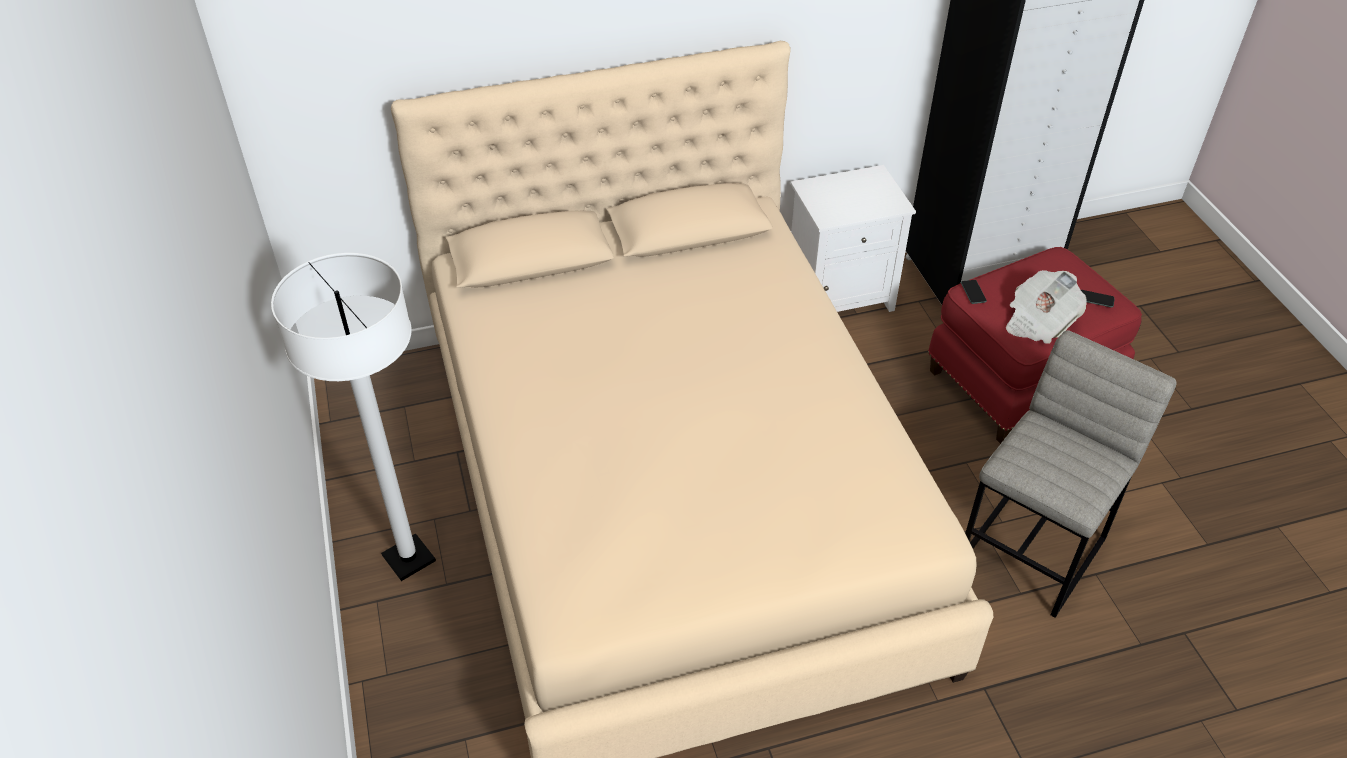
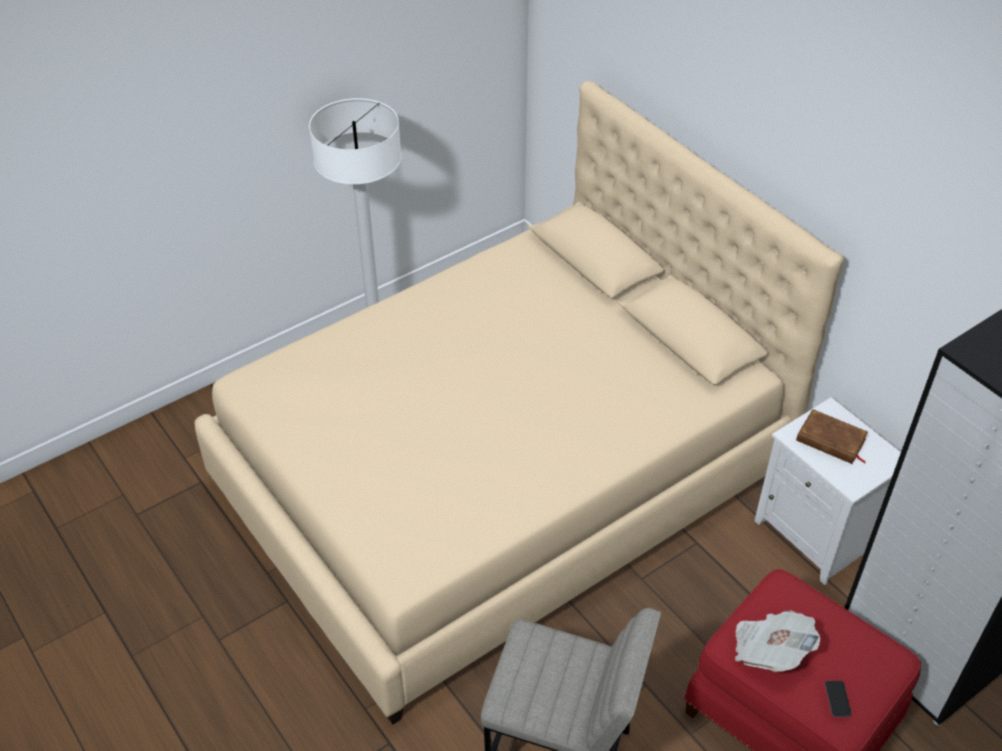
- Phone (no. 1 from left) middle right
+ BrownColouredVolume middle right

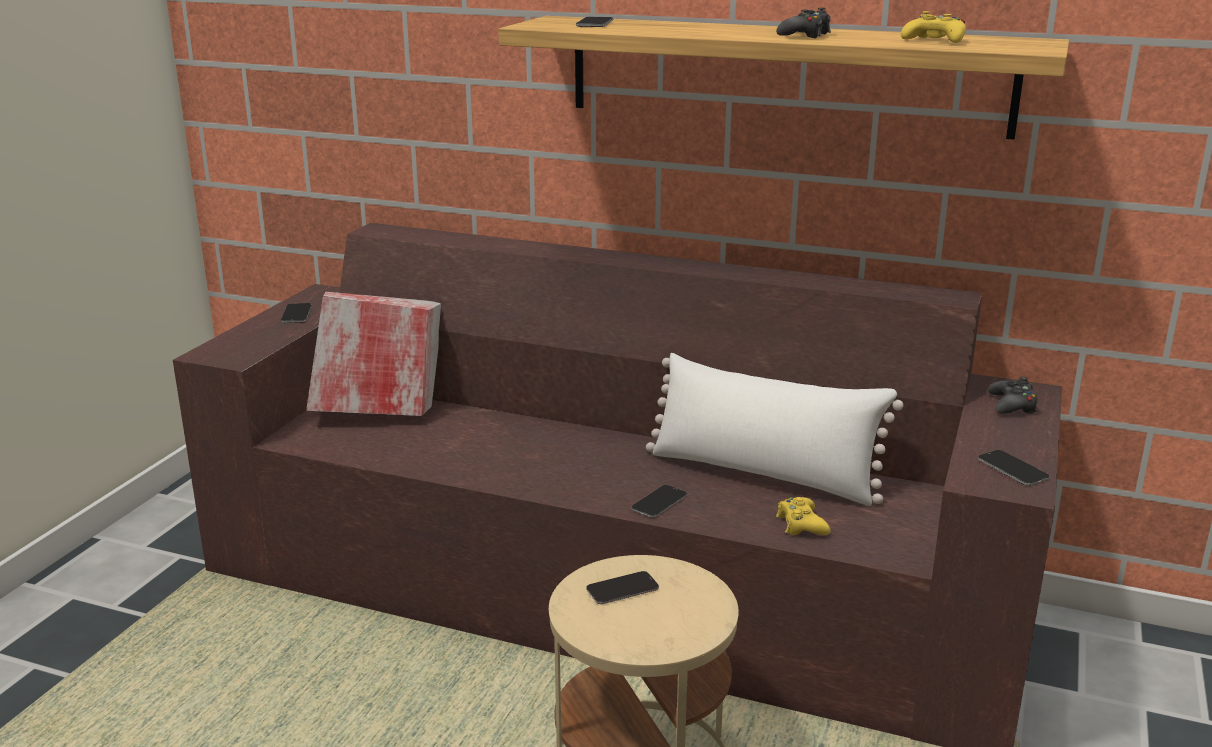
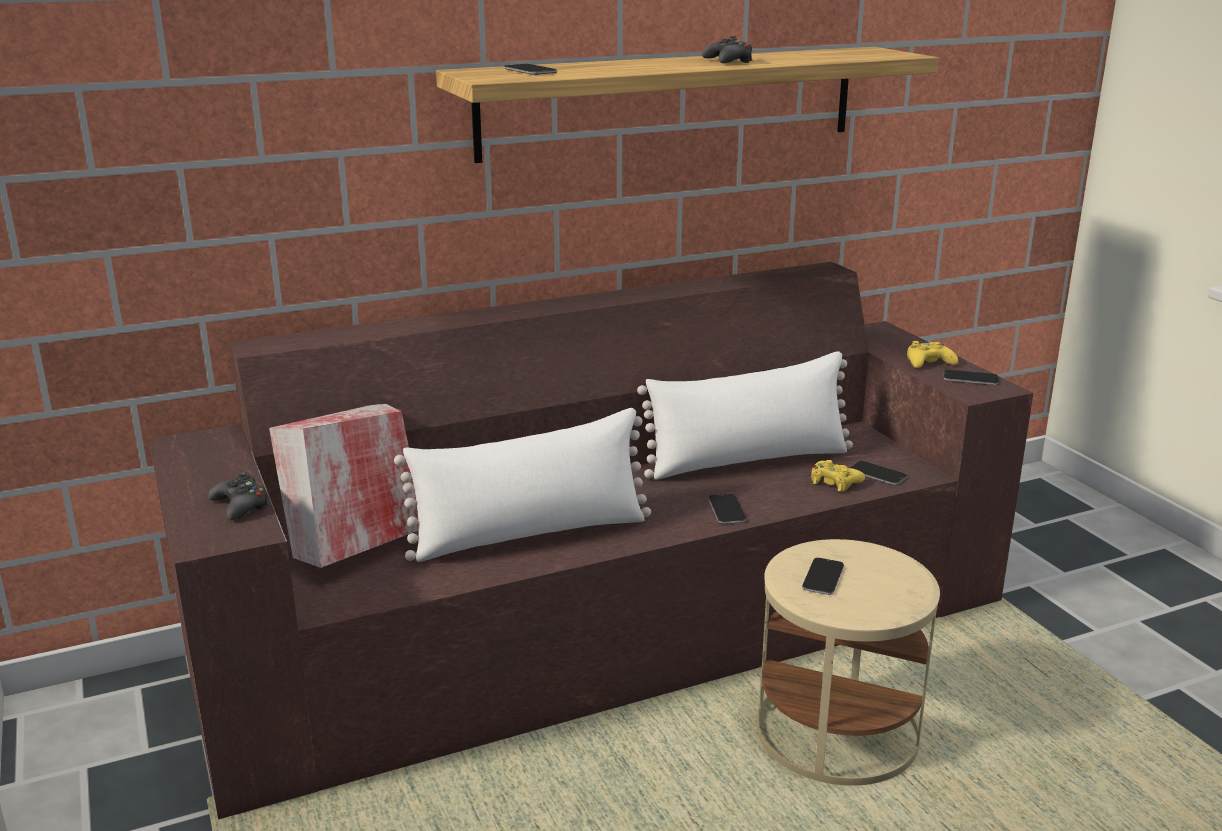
~ YellowColouredGamepad (no. 2 from left) top right to middle right
~ Phone (no. 1 from left in the first image) middle left to Phone (no. 4 from left) middle right
~ BlackGamepad (no. 2 from left in the first image) middle right to BlackGamepad (no. 1 from left) middle left
+ WhiteThrowPillow (no. 1 from left) centre

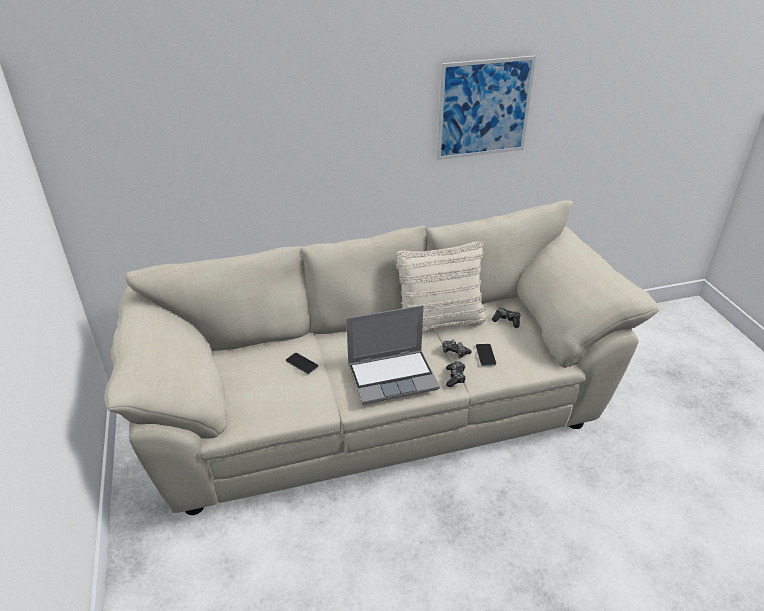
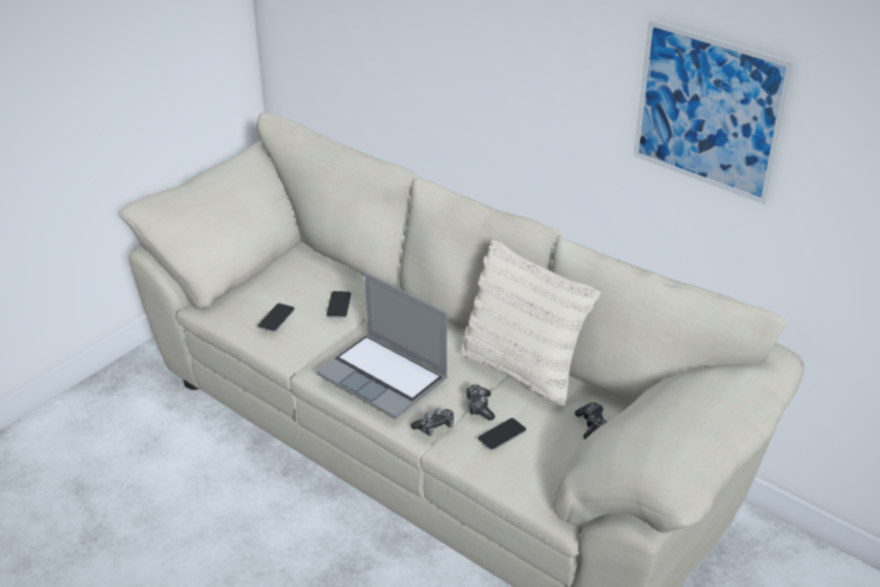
+ Phone (no. 1 from left) middle left

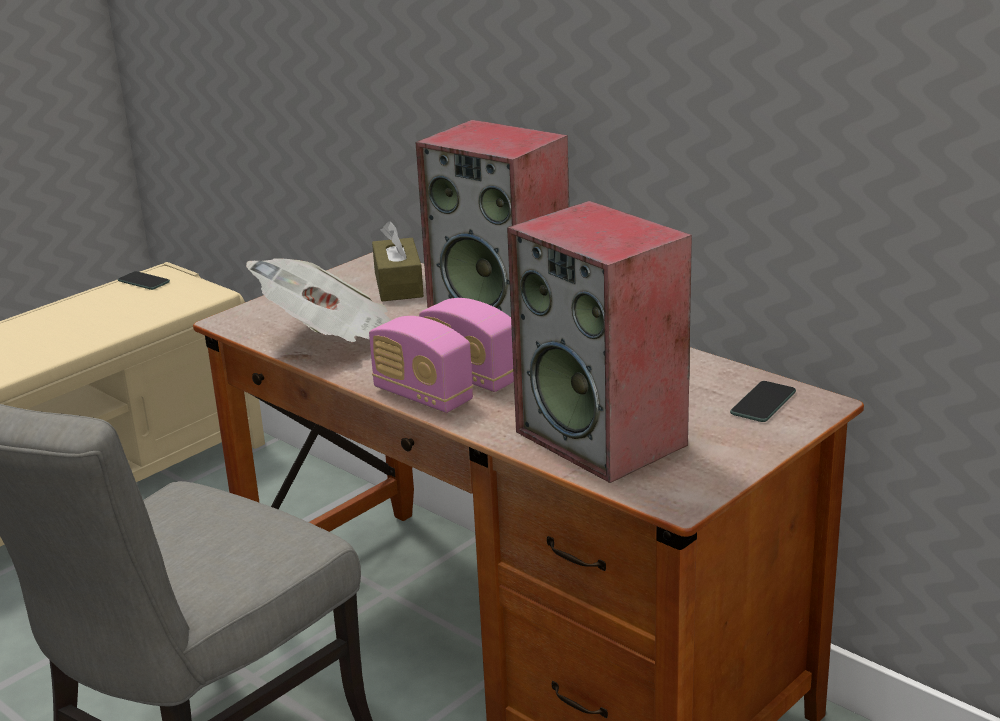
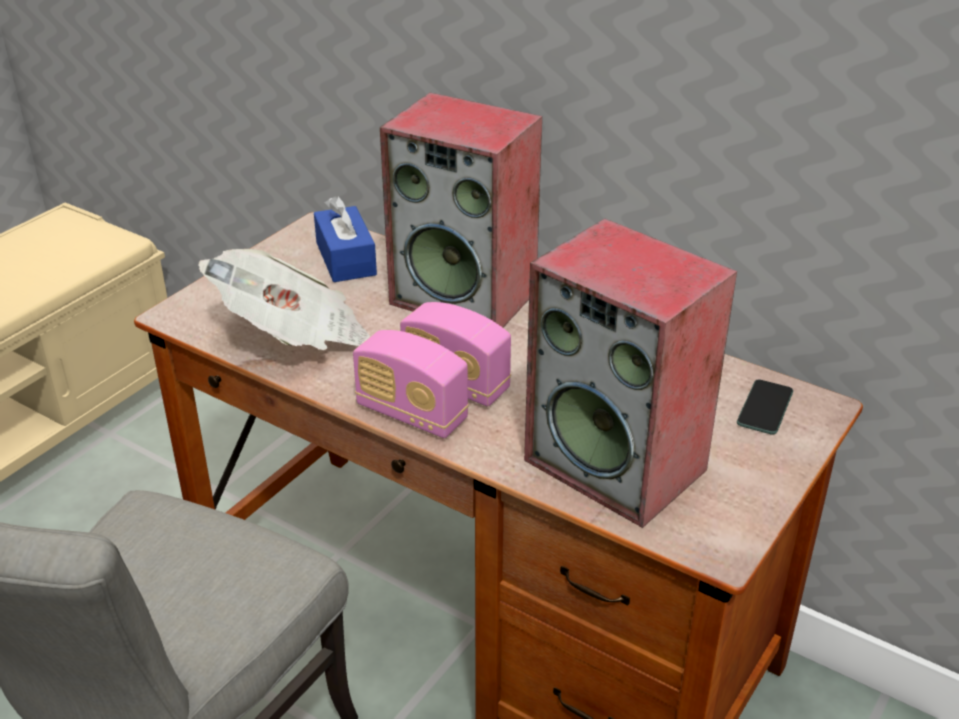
~ BrownColouredTissueHolder centre to BlueTissueHolder top centre
- Phone (no. 1 from left) middle left

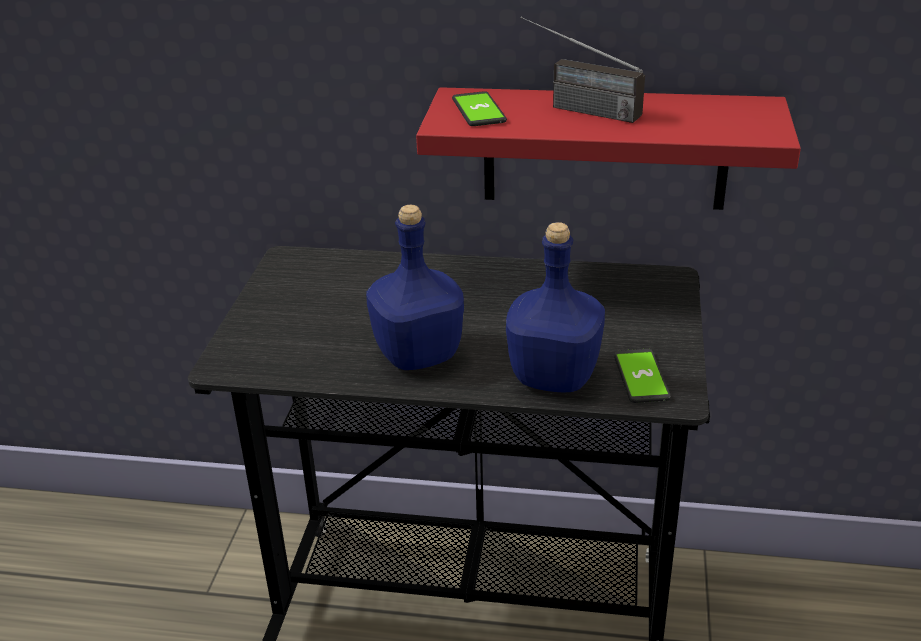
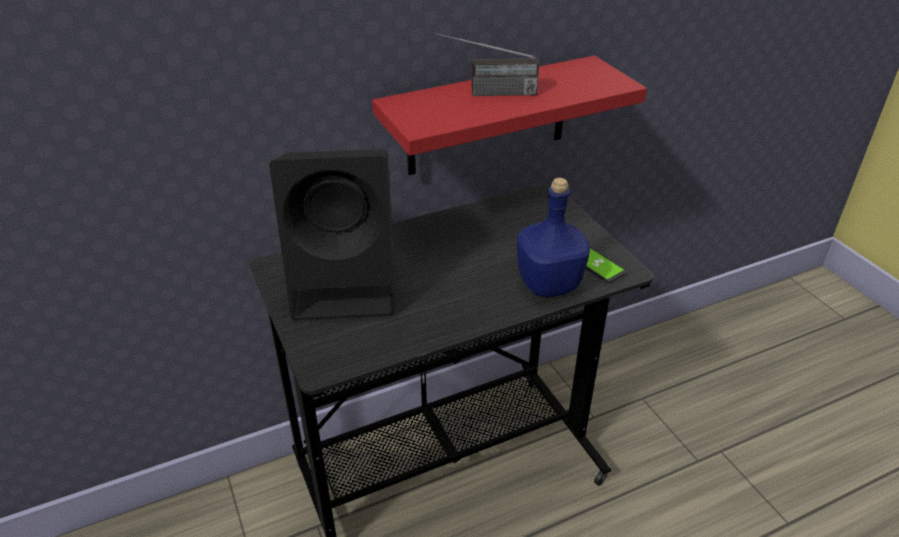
- Phone (no. 1 from left) top centre
- BlueBottle (no. 1 from left) centre
+ BlackSpeaker centre

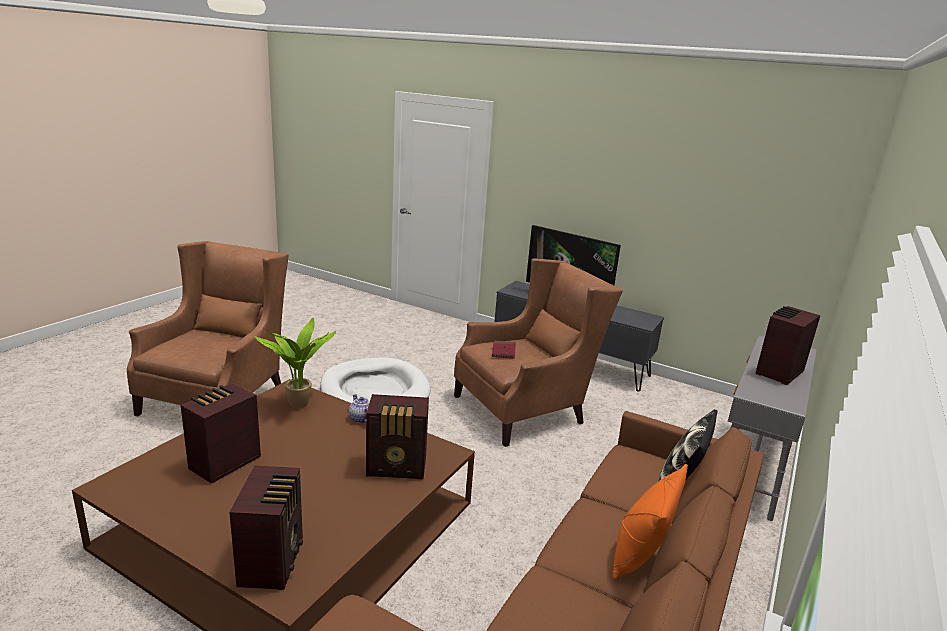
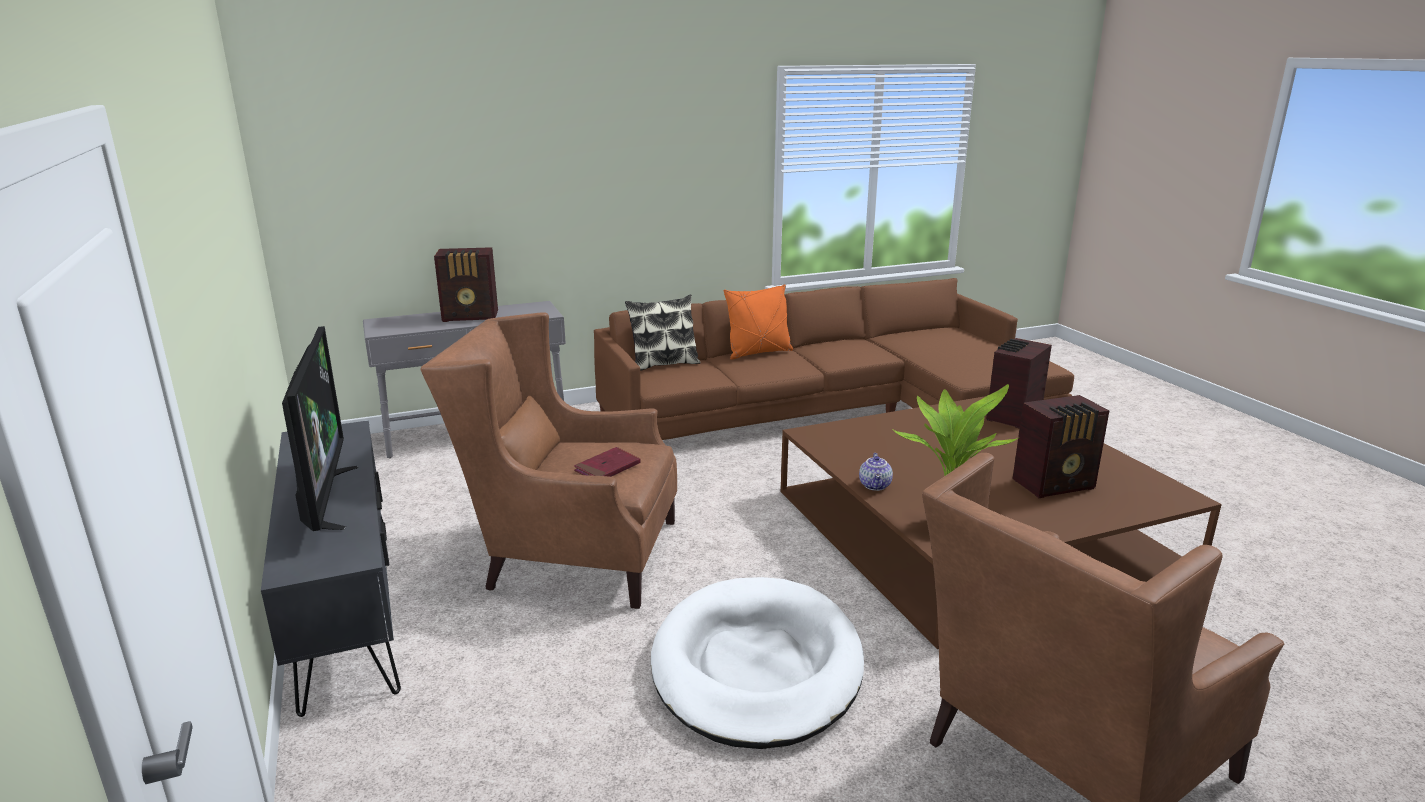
- RadioReceiver (no. 3 from left) bottom centre

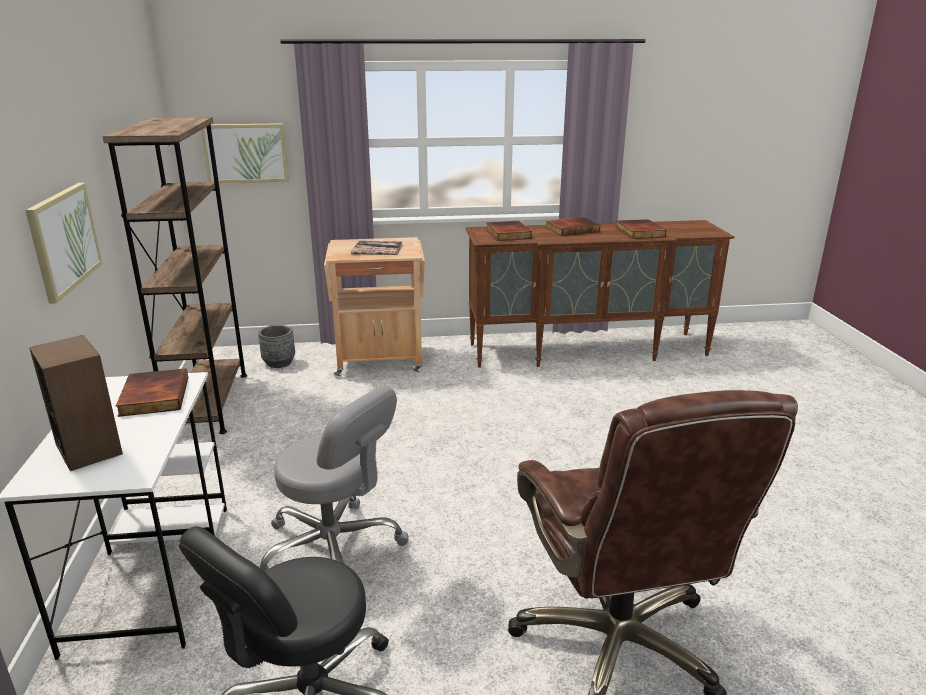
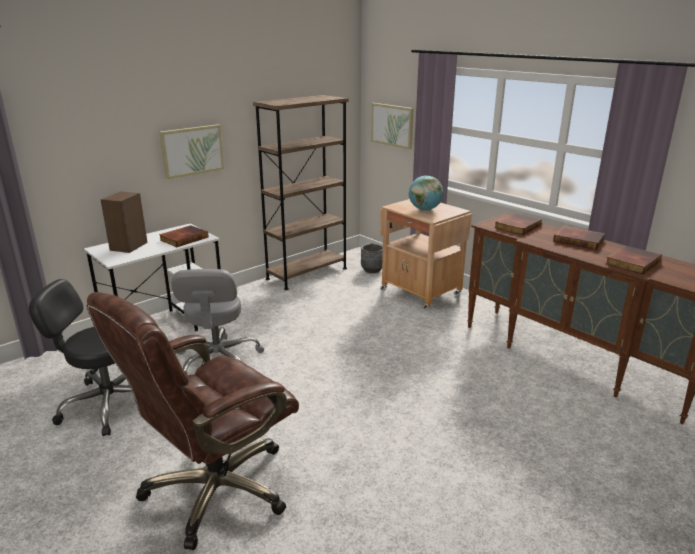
~ Volume (no. 2 from left) centre to WorldGlobe centre

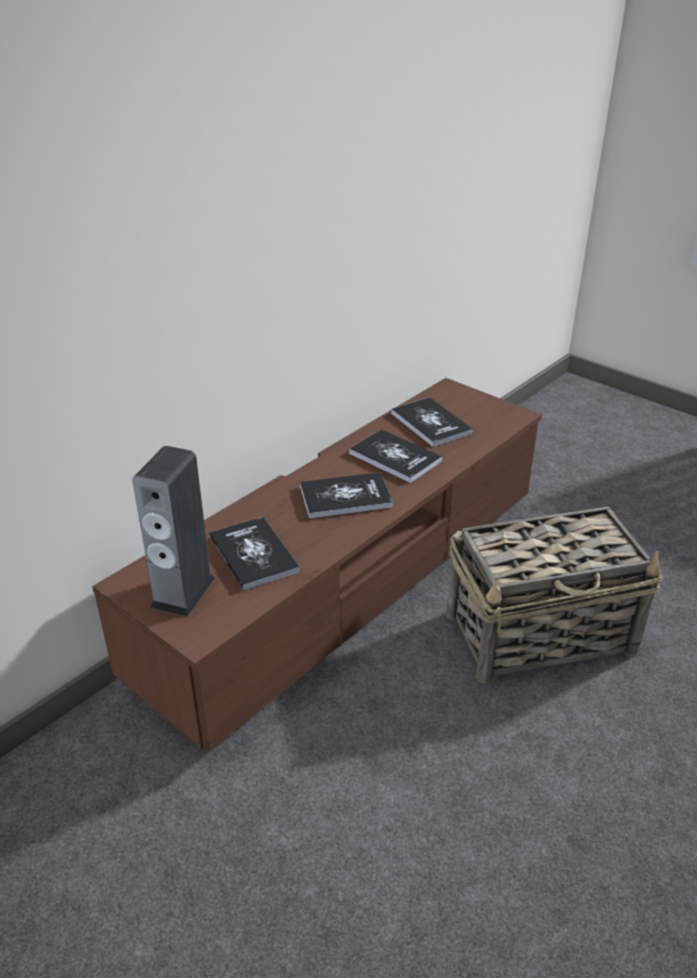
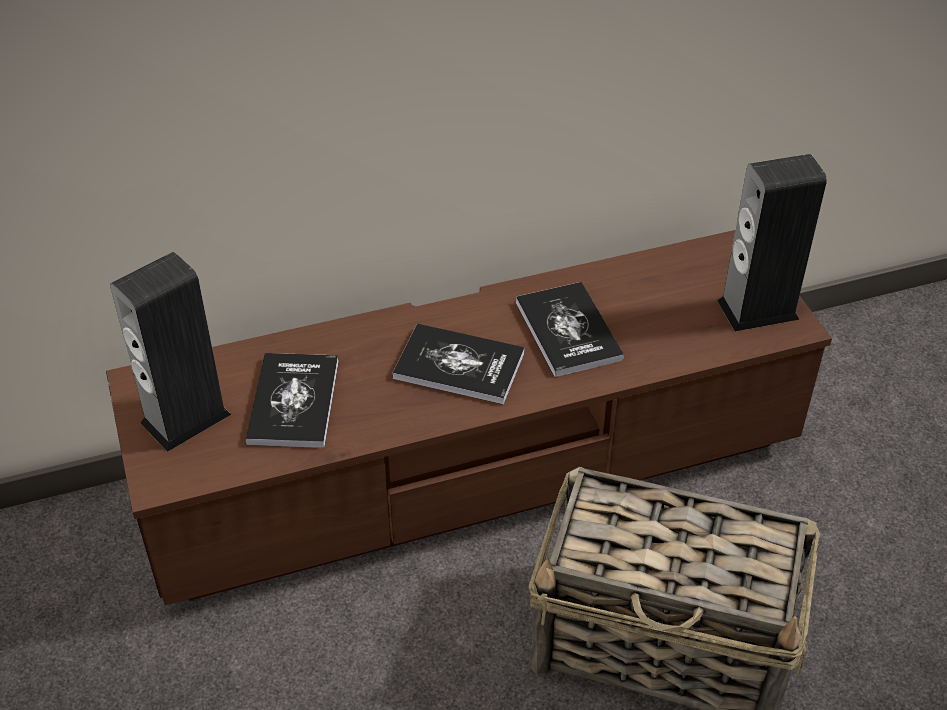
- Volume (no. 4 from left) centre
+ Speaker (no. 2 from left) middle right

